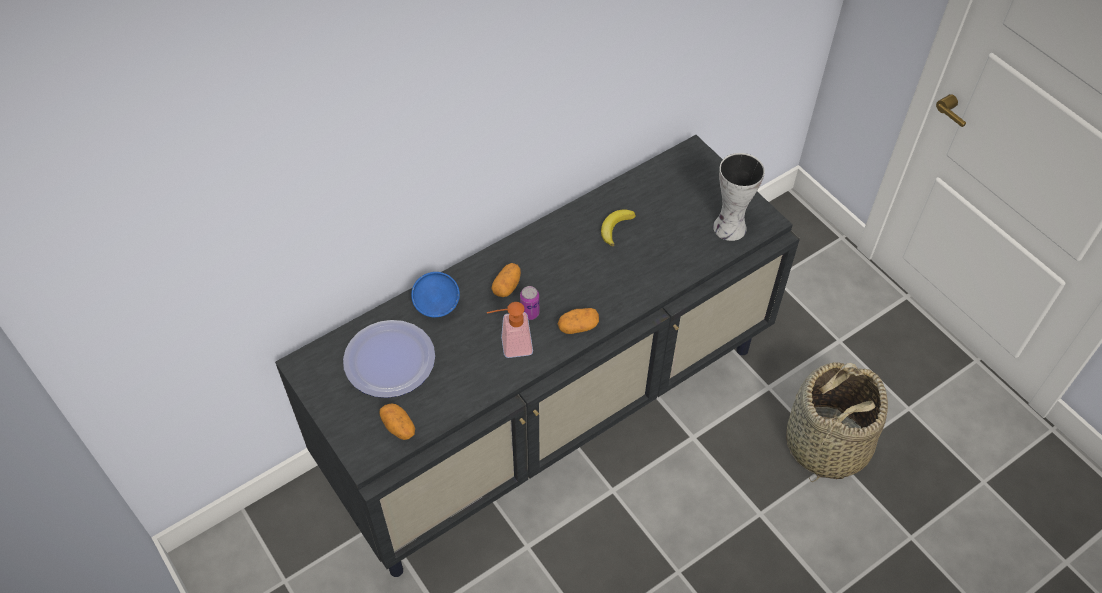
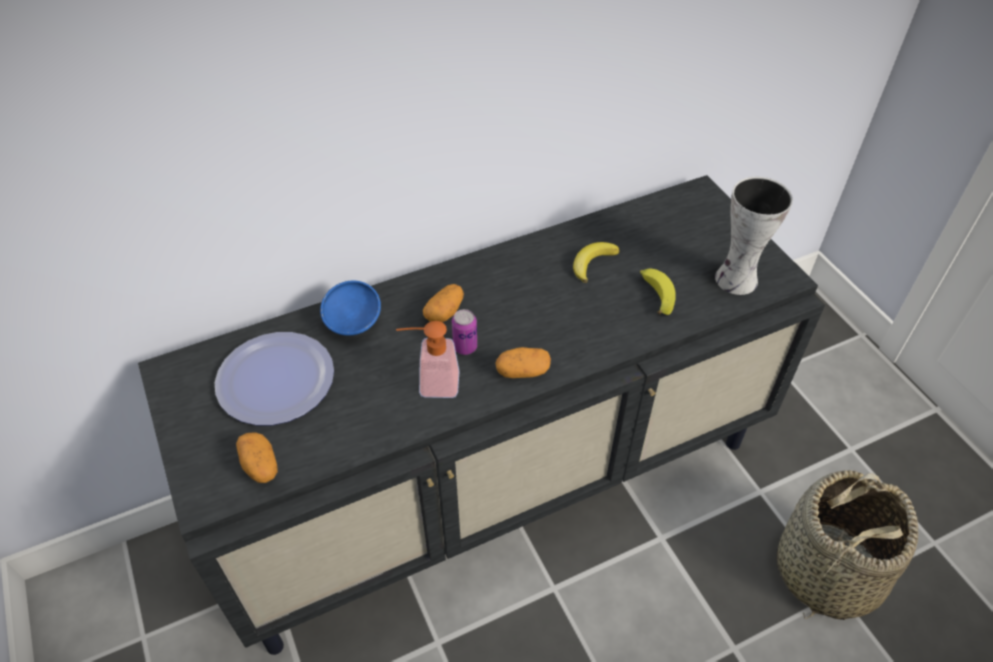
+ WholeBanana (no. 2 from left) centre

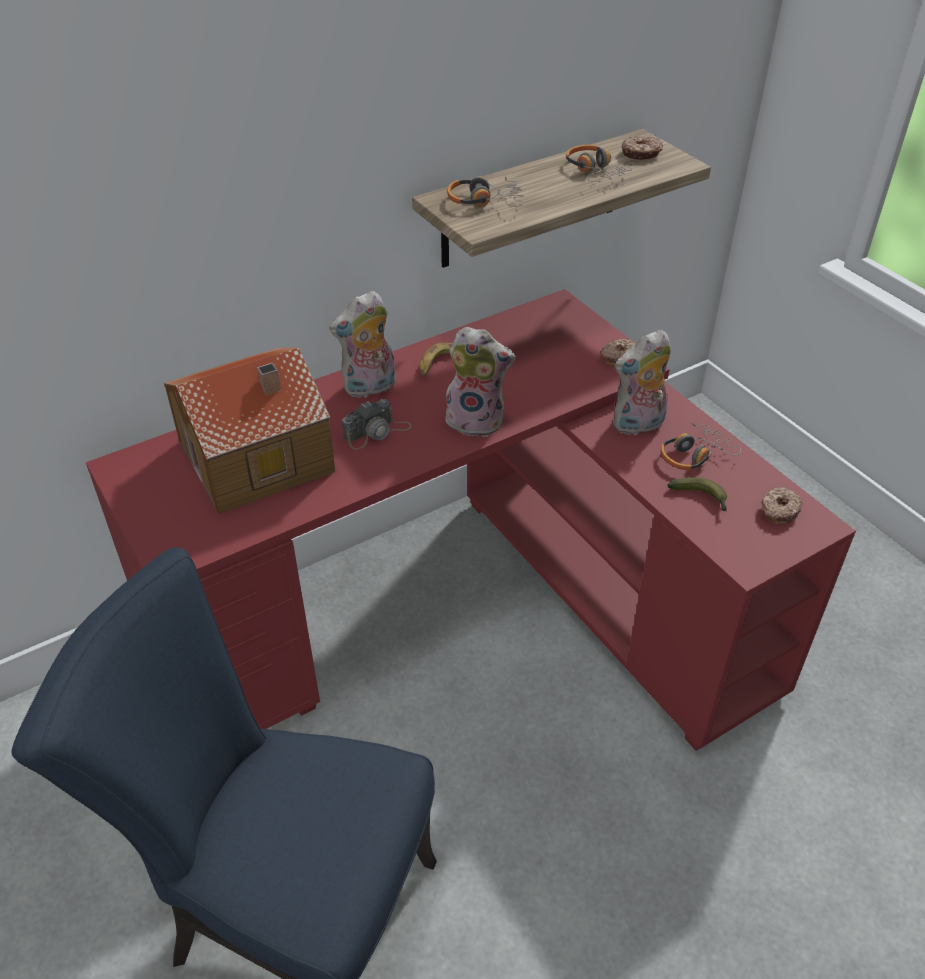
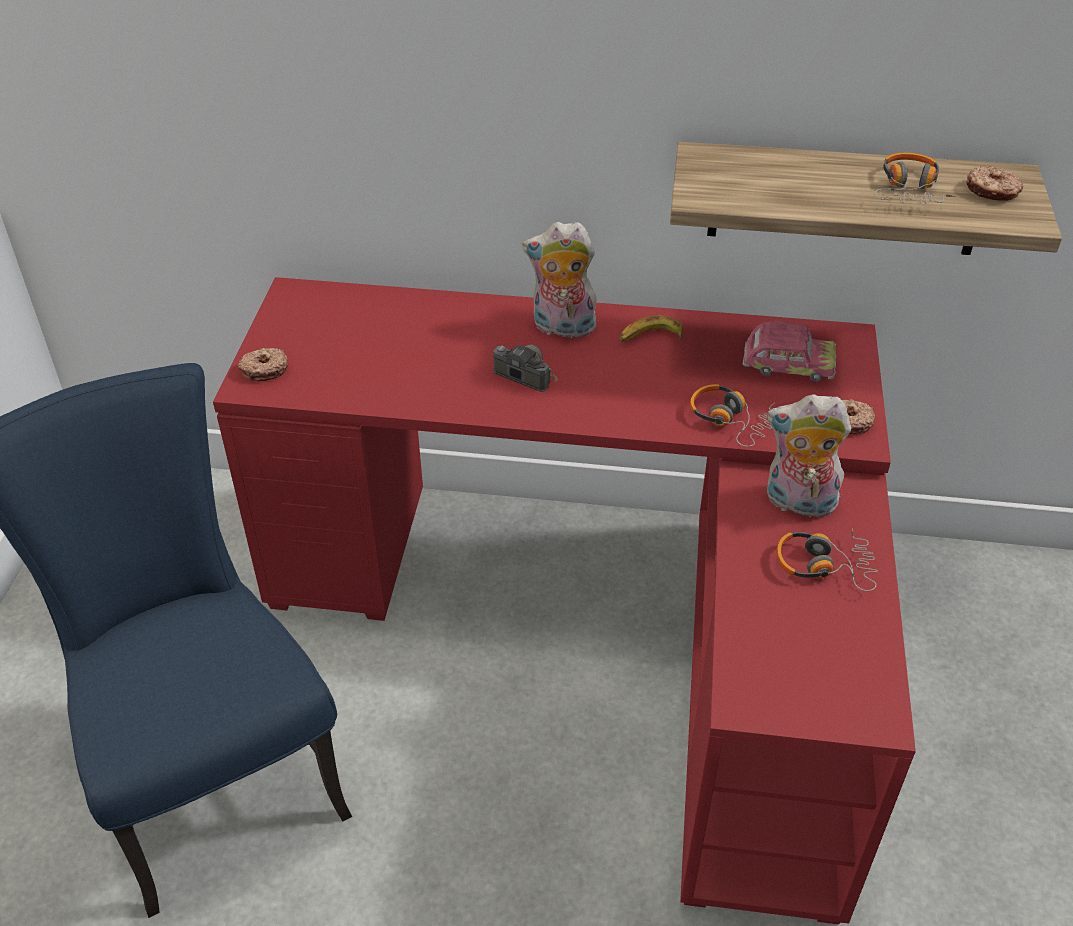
~ PairOfHeadphones (no. 1 from left) top centre to middle right
- SoftToy (no. 2 from left) centre
- ToyHouse middle left
~ PhotoCamera centre = centre 150 degrees counterclockwise
- WholeBanana (no. 2 from left) middle right
~ Donut (no. 3 from left in the first image) middle right to Donut (no. 1 from left) middle left
+ ToyCar middle right

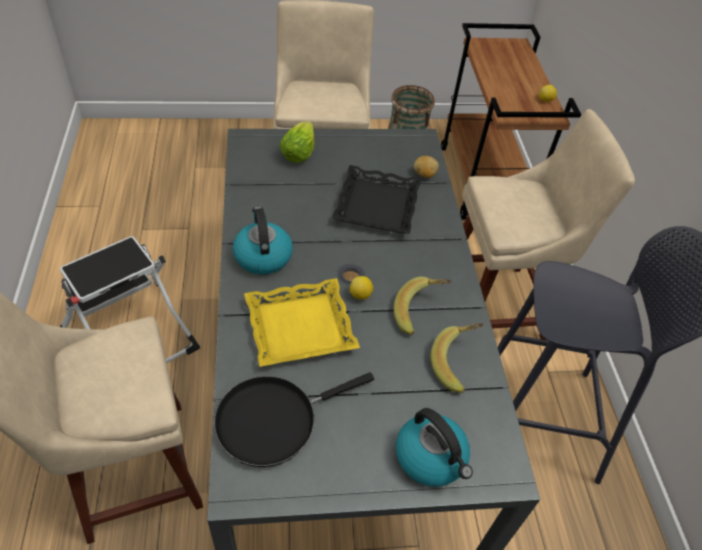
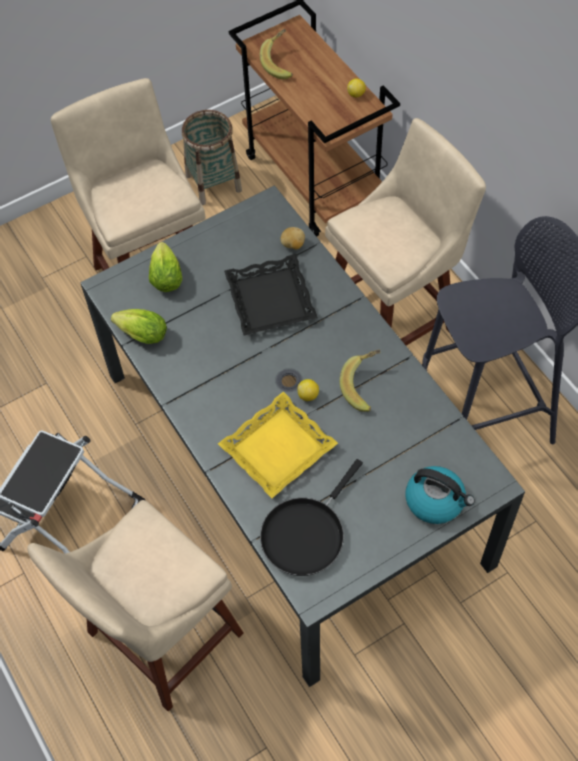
- TeaKettle (no. 1 from left) centre
~ WholeBanana (no. 2 from left in the first image) centre to WholeBanana (no. 1 from left) top centre
+ Lettuce (no. 1 from left) middle left

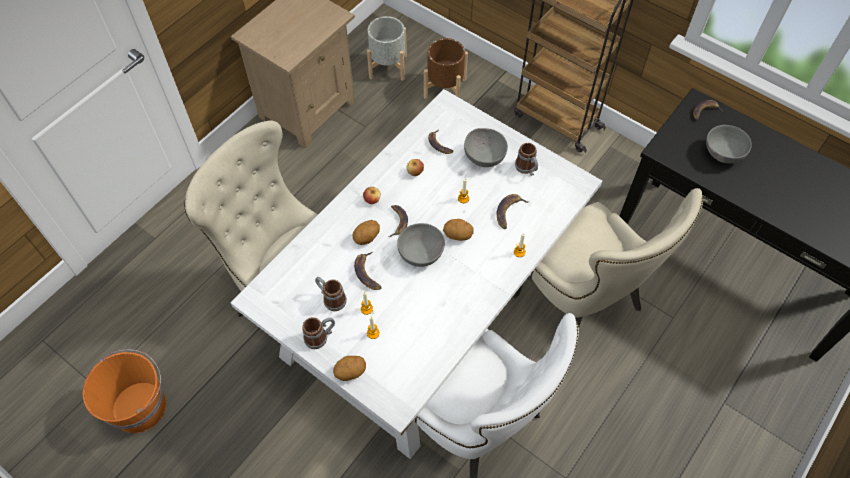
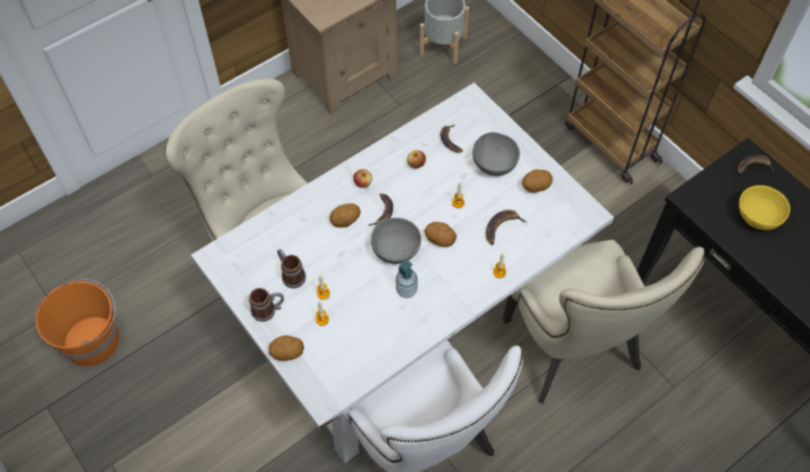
- BrownColouredPlantPot top centre
~ GrayDeepDish (no. 3 from left) top right to YellowColouredDeepDish middle right
~ Mug (no. 3 from left) top centre to Potato (no. 4 from left) centre
- WholeBanana (no. 1 from left) centre
+ LiquidSoapBottle centre

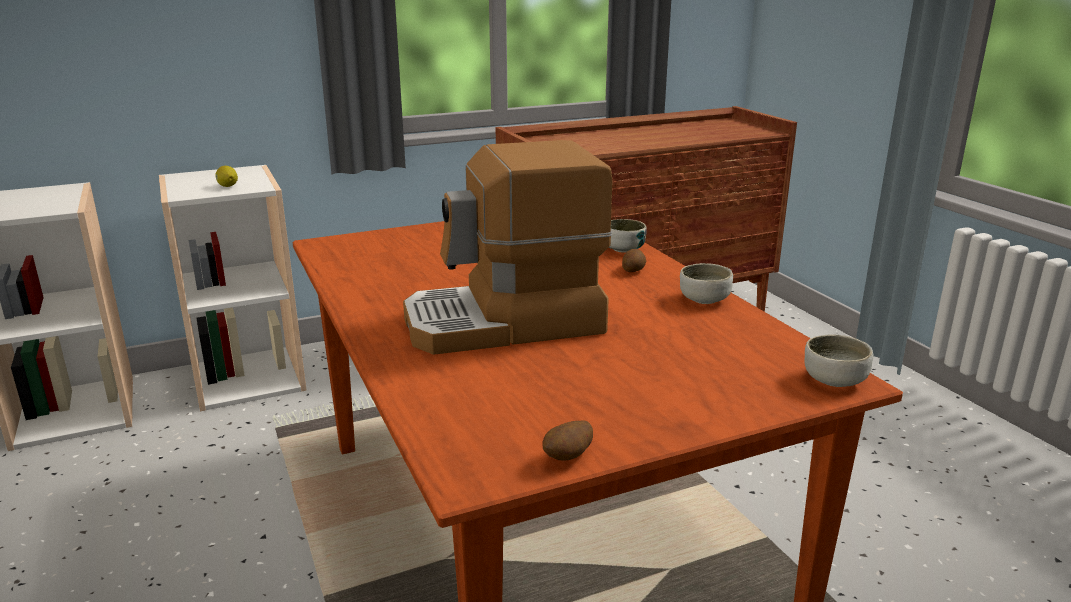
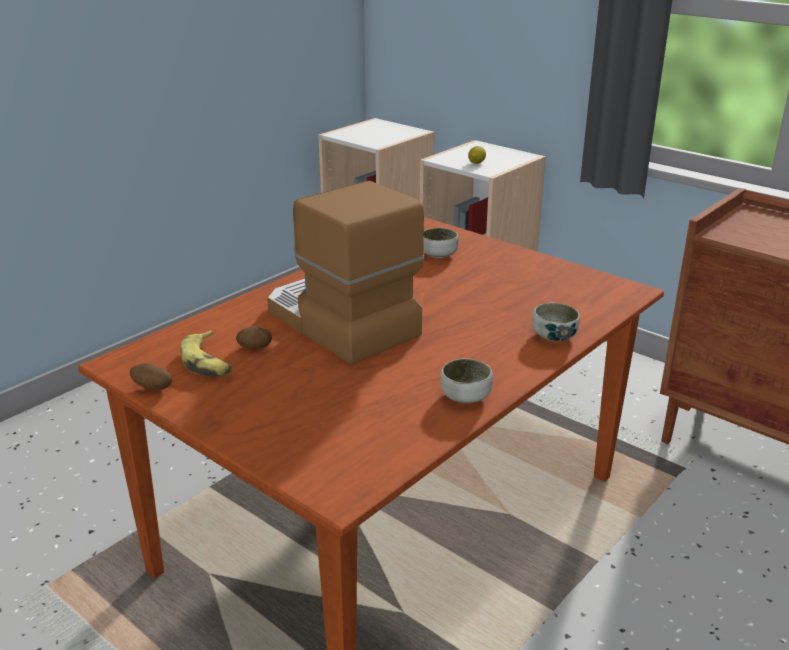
~ Potato (no. 2 from left) centre to middle left
~ DeepDish (no. 3 from left in the first image) middle right to DeepDish (no. 1 from left) centre
+ WholeBanana middle left

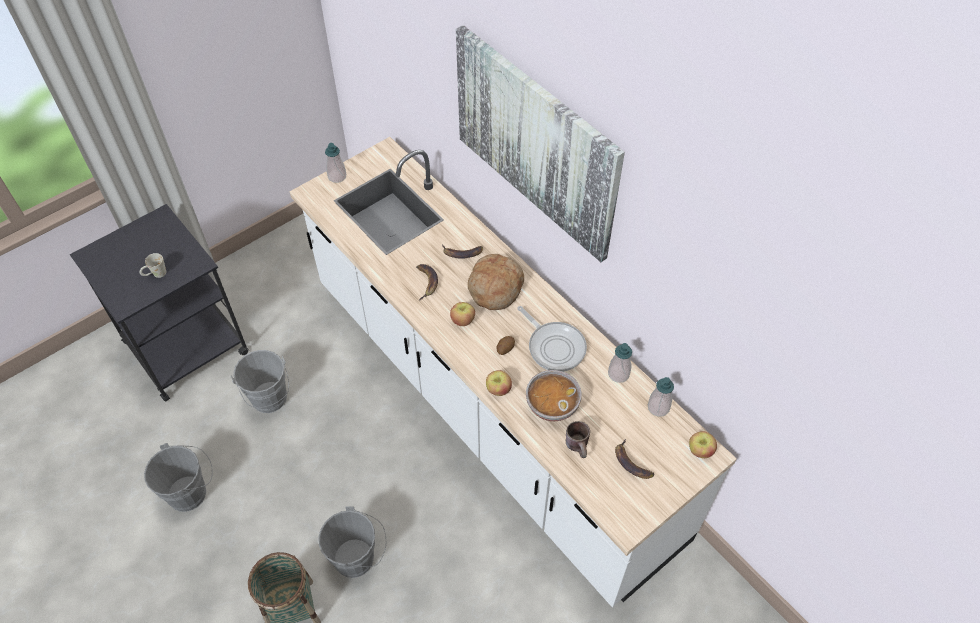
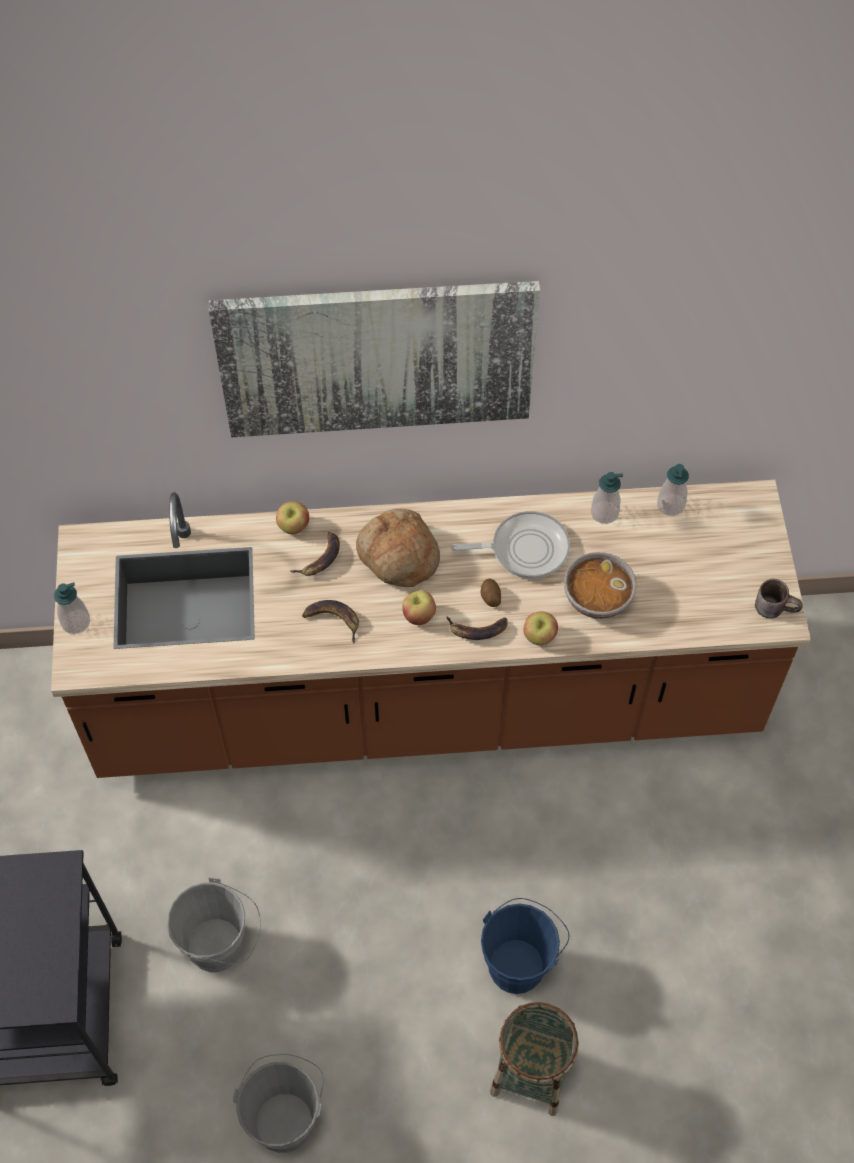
~ WhiteKitchenBaseUnit centre to BrownColouredKitchenBaseUnit centre
- WhiteMug middle left
~ BrownColouredMug bottom centre to middle right
~ AppleFruit (no. 3 from left in the first image) bottom right to AppleFruit (no. 1 from left) centre
~ WholeBanana (no. 3 from left) bottom centre to centre
~ GrayWaterBucket (no. 3 from left) bottom centre to BlueWaterBucket bottom centre

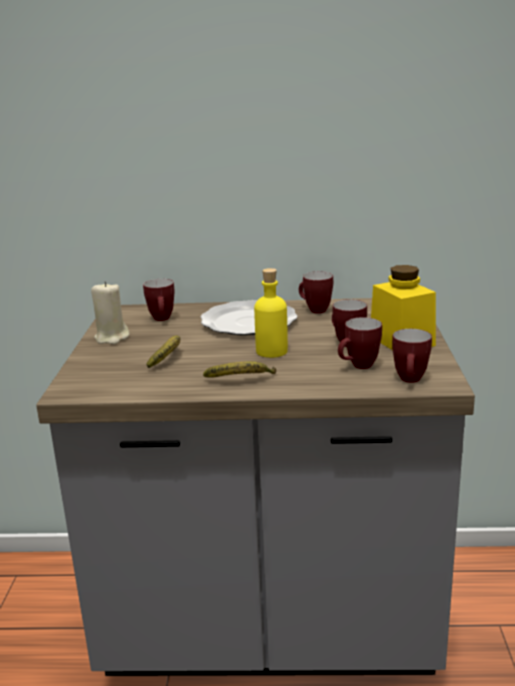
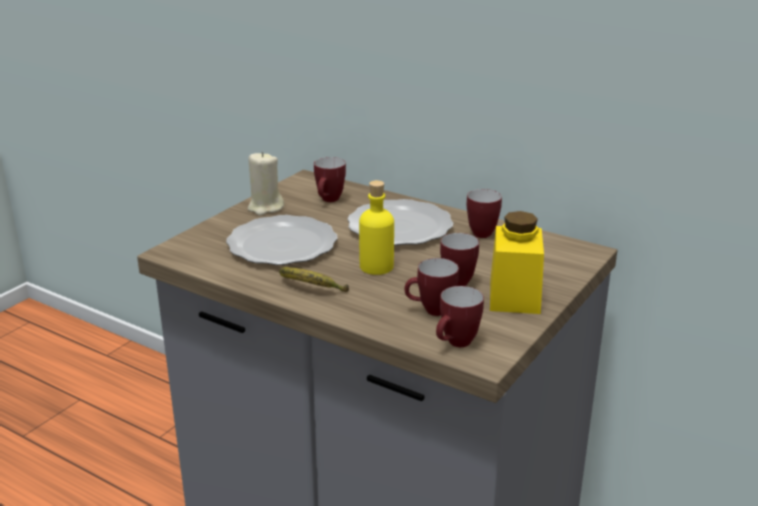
~ WholeBanana (no. 1 from left) middle left to Plate (no. 1 from left) centre

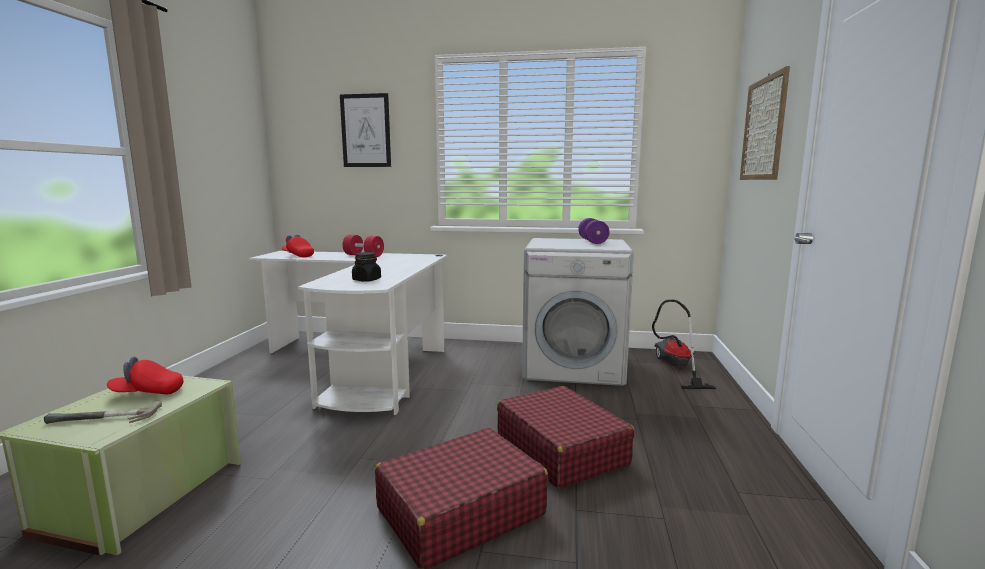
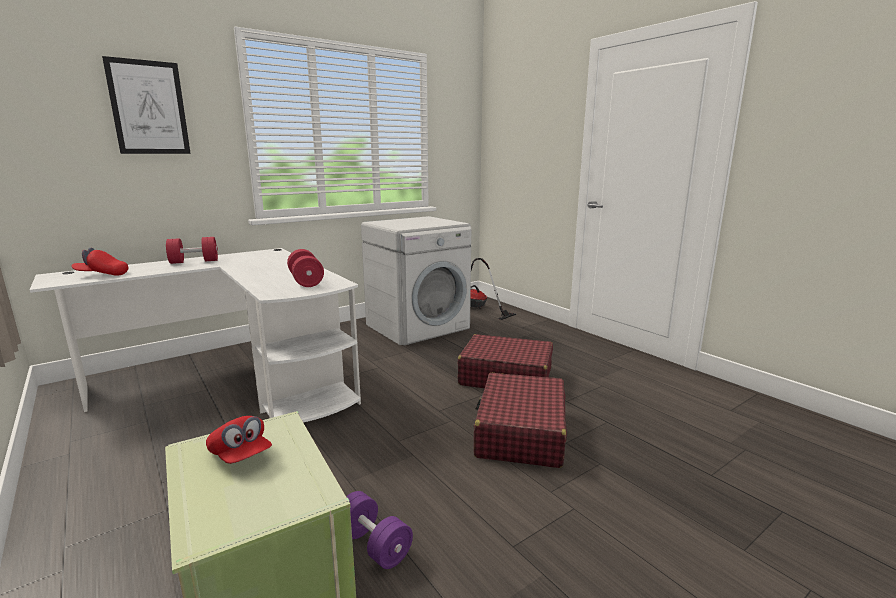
- WallPicture (no. 2 from left) top right
~ PurplishFreeWeight centre to bottom centre
~ BlackJar centre to RedColouredFreeWeight (no. 2 from left) centre
~ RedColouredCap (no. 1 from left in the first image) middle left = bottom left 75 degrees counterclockwise
- ToolHammer bottom left

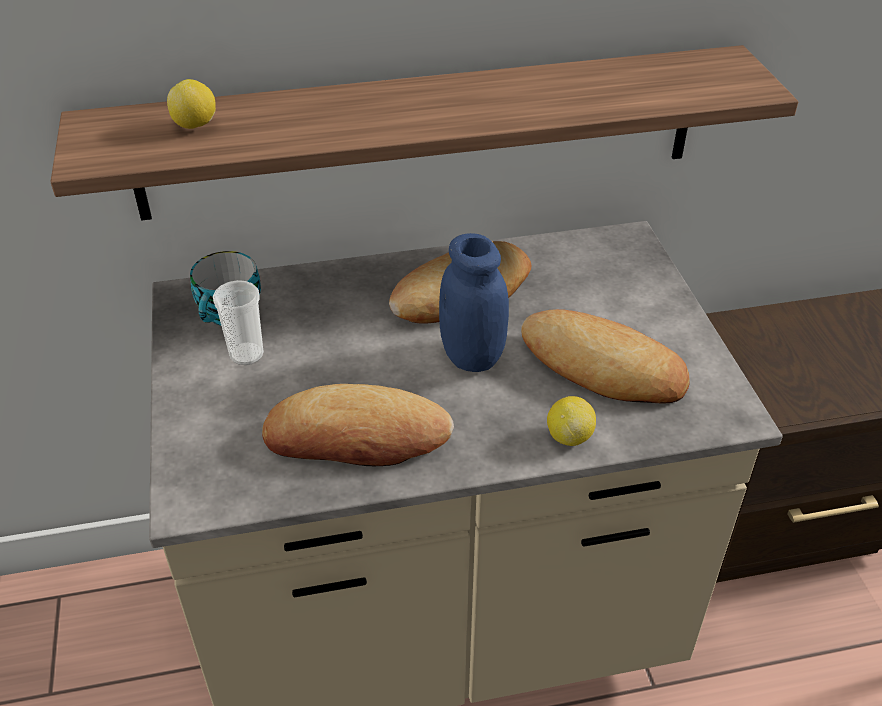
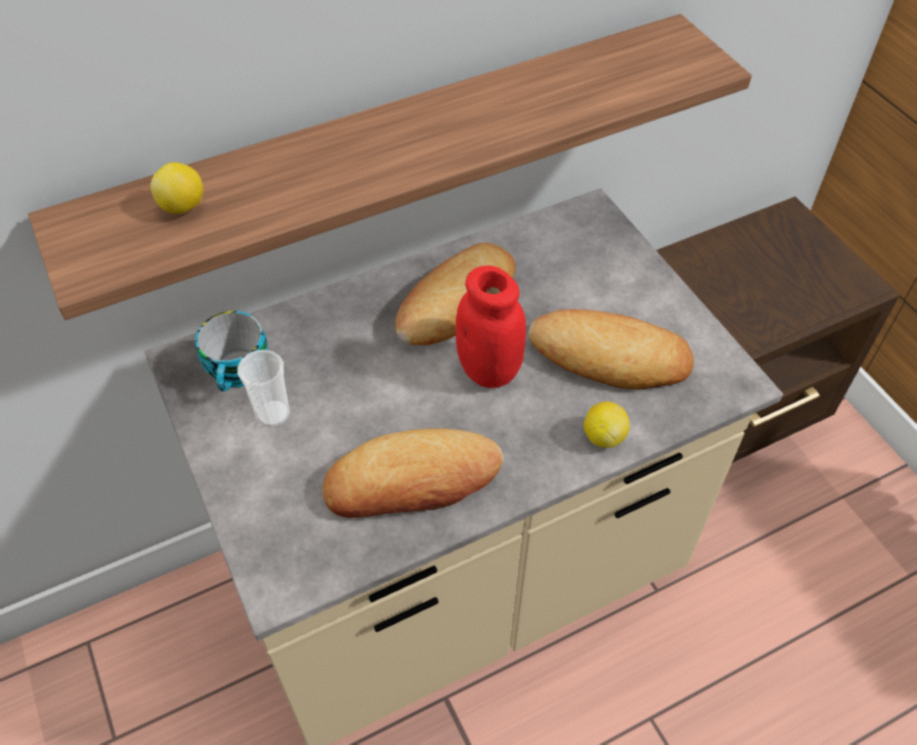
~ BlueJar centre to RedColouredJar centre

